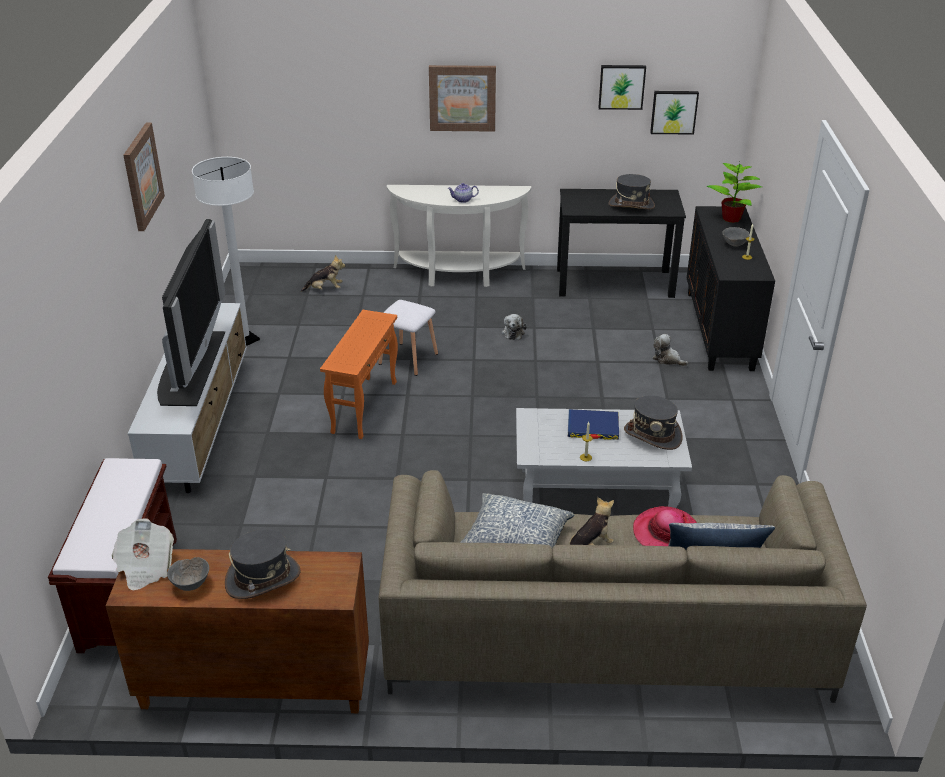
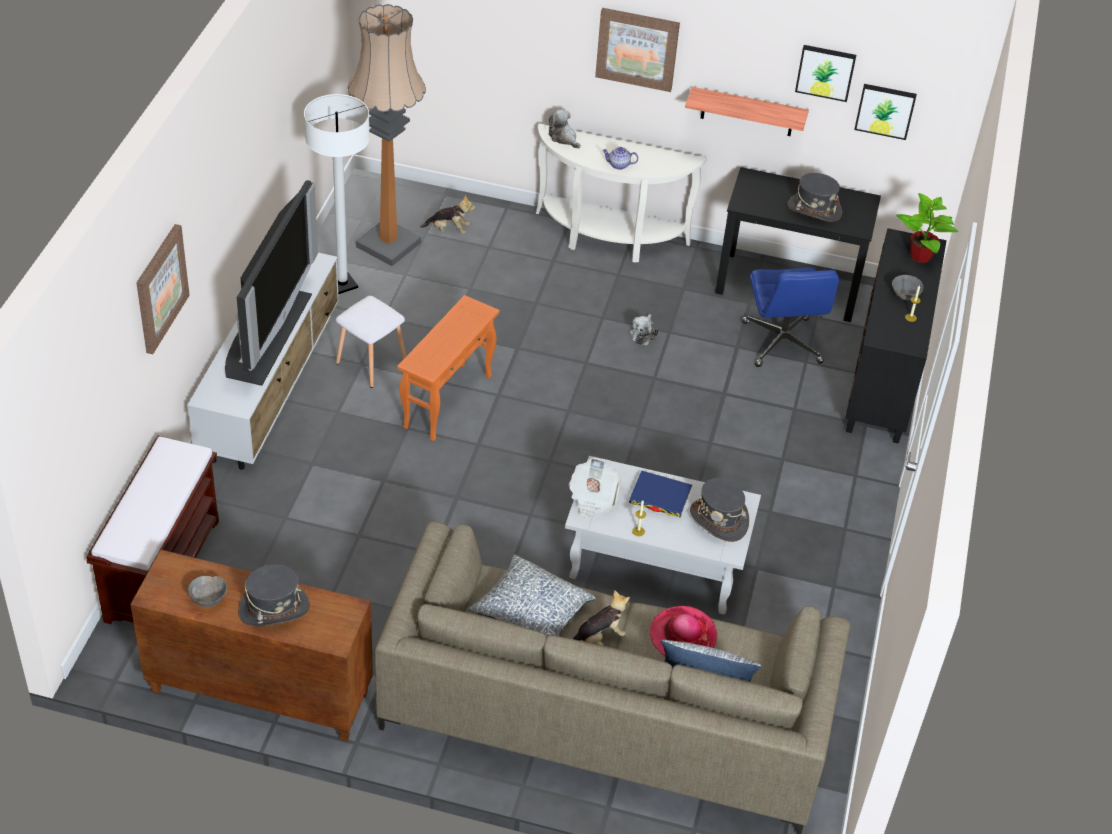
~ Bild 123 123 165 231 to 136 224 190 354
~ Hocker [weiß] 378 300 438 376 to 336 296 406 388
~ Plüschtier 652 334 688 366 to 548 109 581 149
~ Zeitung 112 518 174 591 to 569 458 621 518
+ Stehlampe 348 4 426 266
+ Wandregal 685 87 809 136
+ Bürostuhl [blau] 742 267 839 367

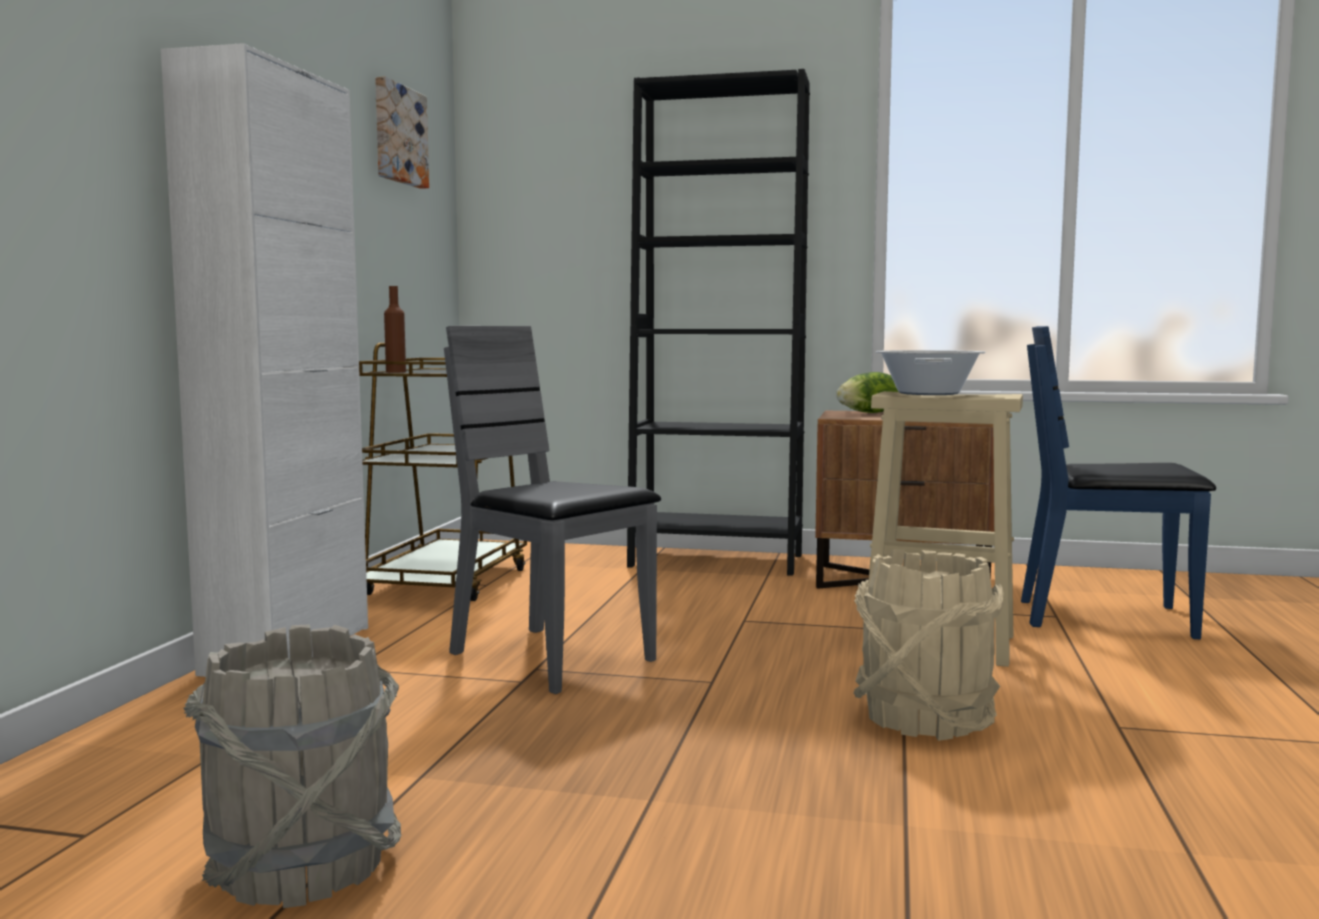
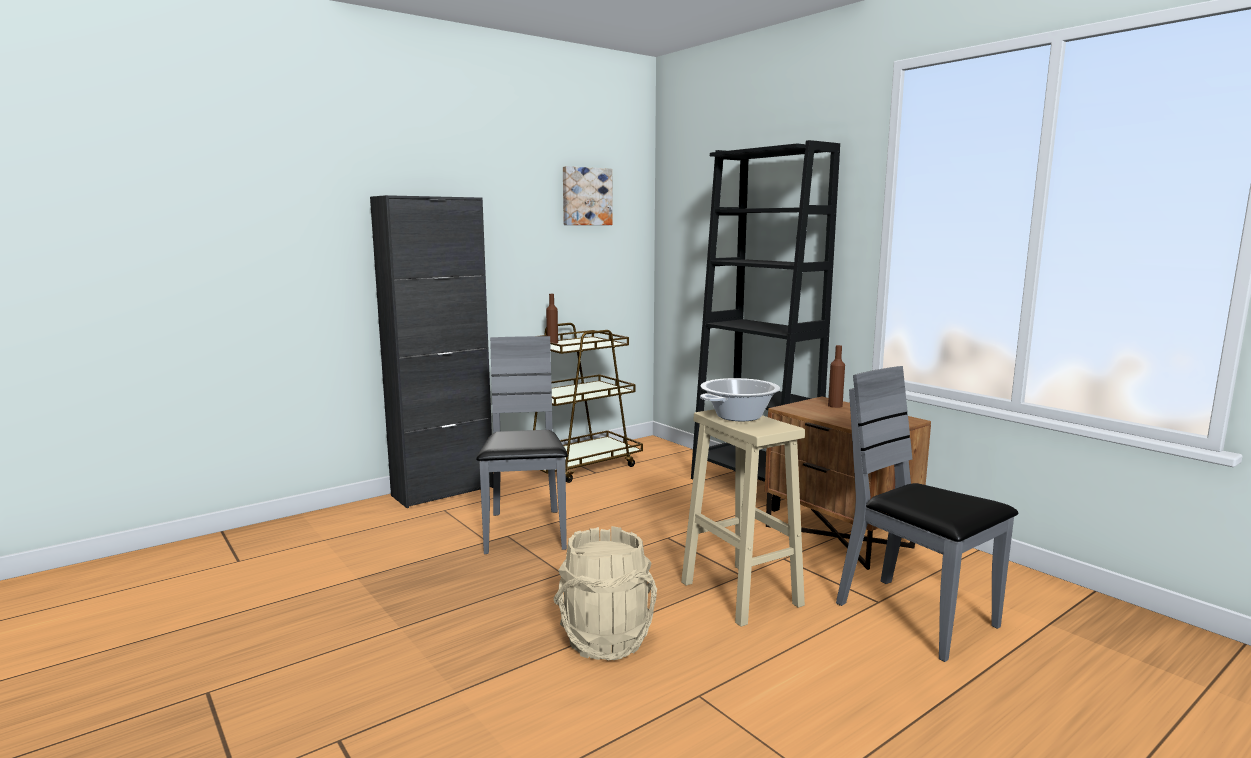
~ Schrank [weiß] 161 43 368 677 to Schrank [schwarz] 370 195 493 508
~ Stuhl [blau] 1021 326 1216 639 to Stuhl [grau] 836 366 1018 662
~ Salatkopf 836 372 899 413 to Flasche [braun] 828 345 845 408
- Eimer [grau] 183 624 401 908

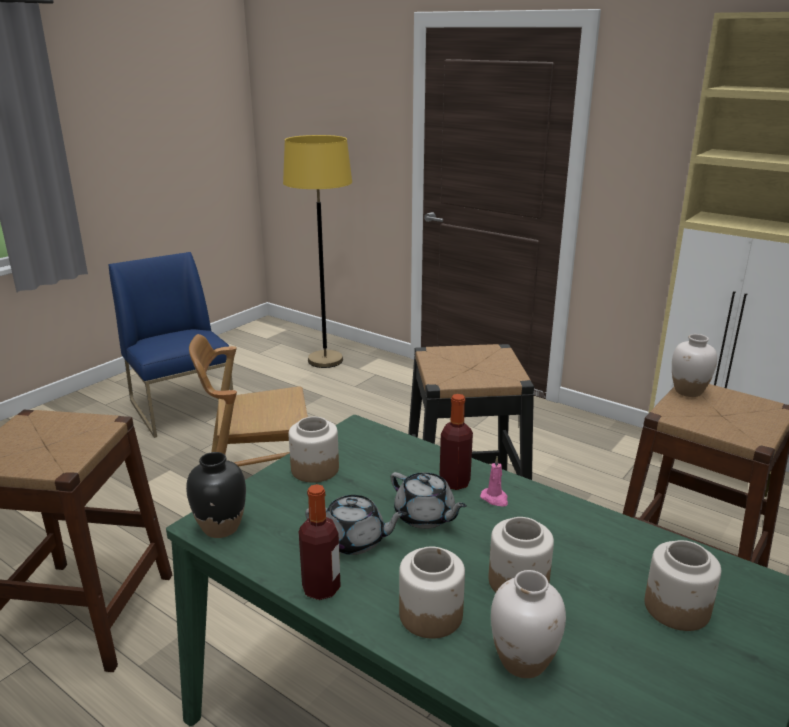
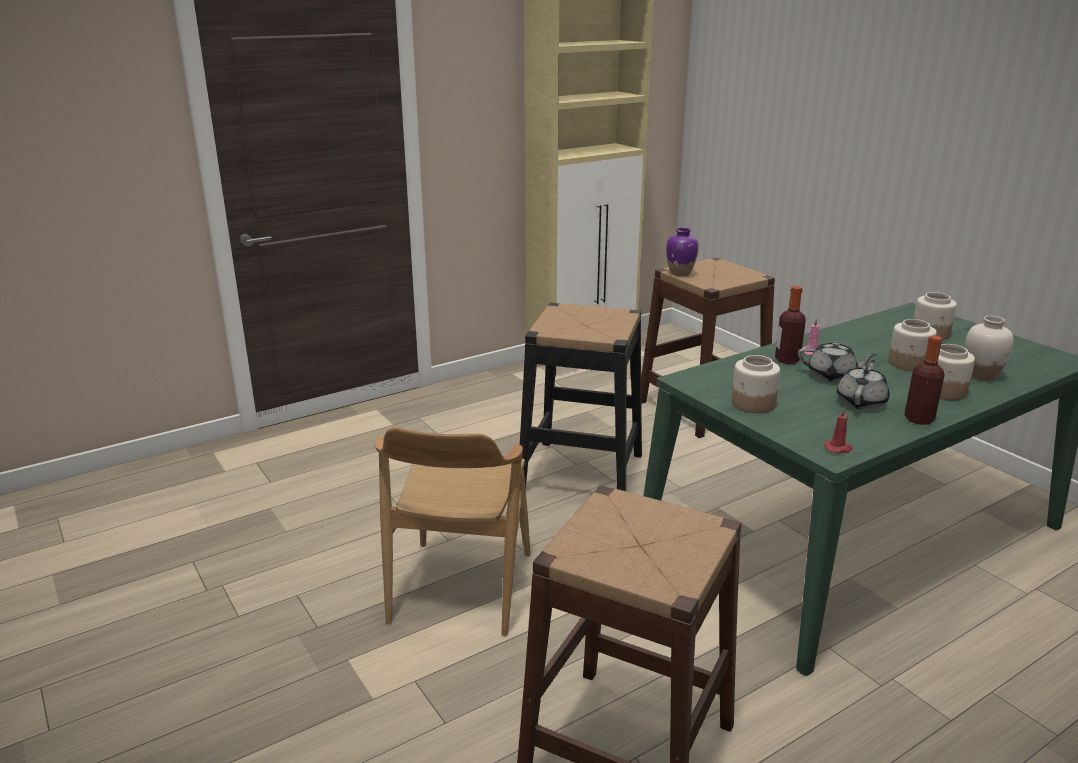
- Stehlampe [gelb] 283 135 352 368
- Stuhl [blau] 109 252 233 438
~ Vase [weiß] 672 334 717 397 to Vase [lila] 666 228 698 276
~ Vase [schwarz] 186 452 246 538 to Kerze [rot] 824 407 853 453
~ Teekanne [grau] 391 472 467 529 = 798 341 878 382 45 degrees clockwise

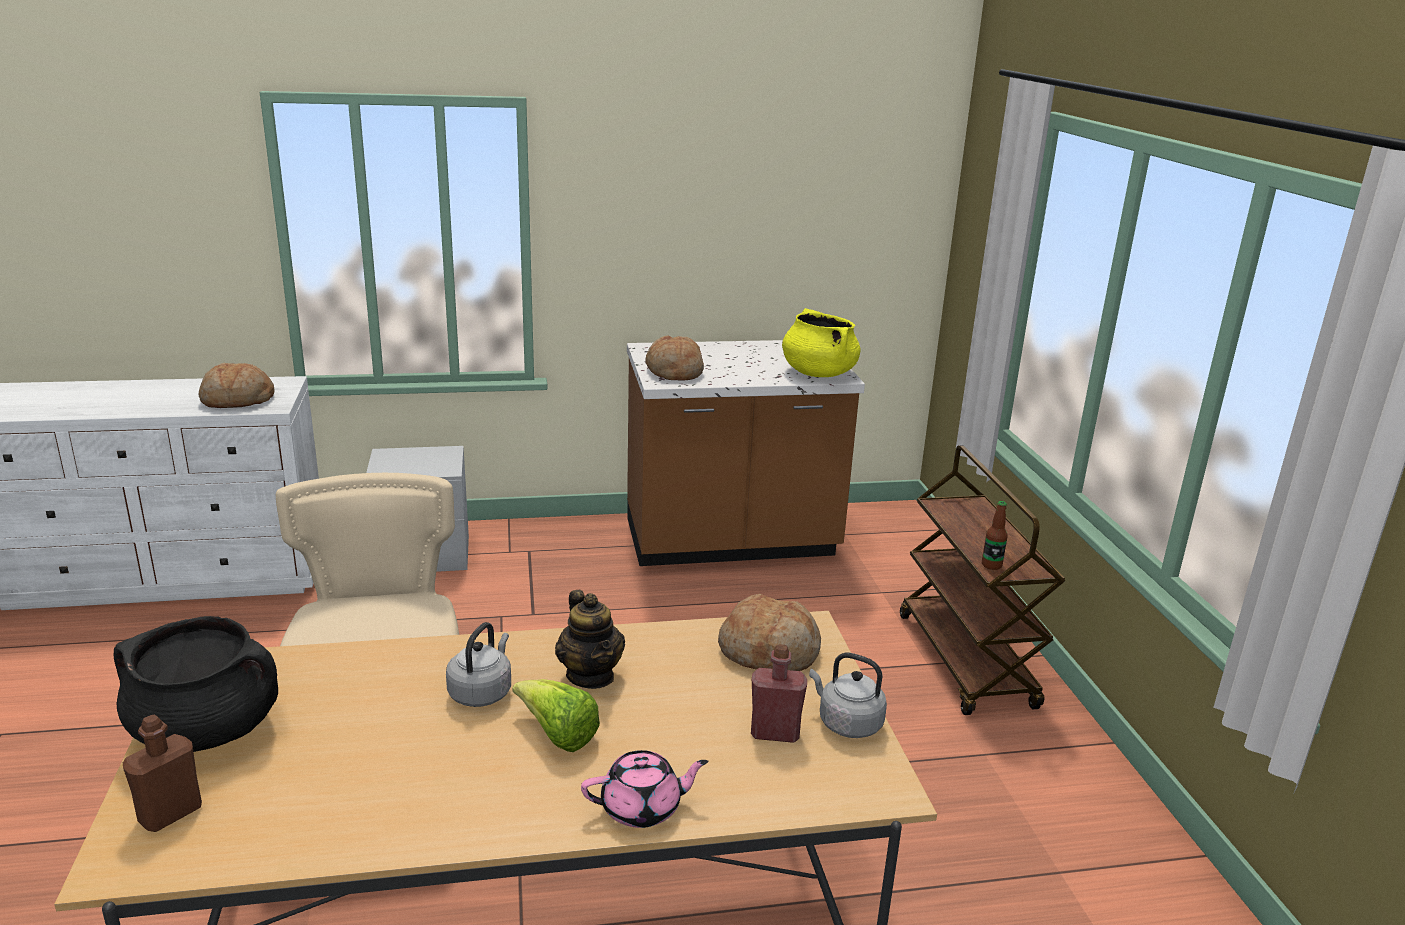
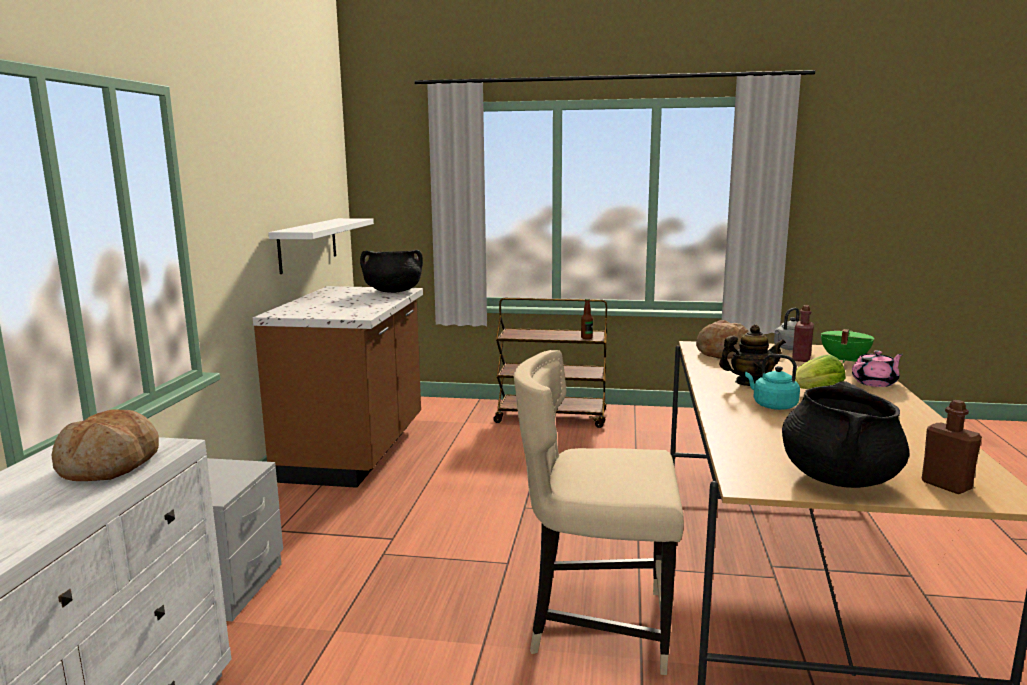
~ Kochtopf [gelb] 782 308 860 377 to Kochtopf [schwarz] 360 250 423 293
- Brot 646 335 704 381
~ Wasserkessel [grau] 446 622 511 707 to Wasserkessel [türkis] 745 354 800 410
~ Teekanne [rosa] 581 750 708 828 = 852 350 903 387 60 degrees clockwise
+ Wandregal [weiß] 269 218 374 274
+ Kochtopf [grün] 821 329 874 363

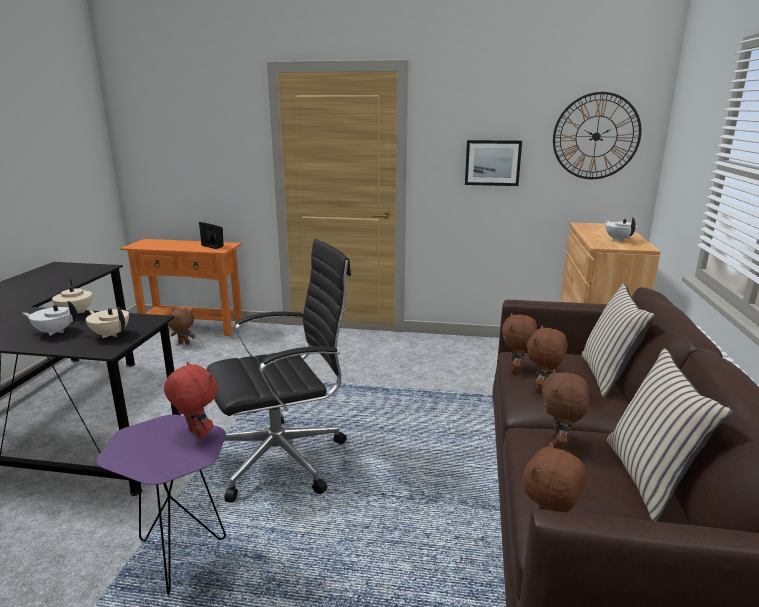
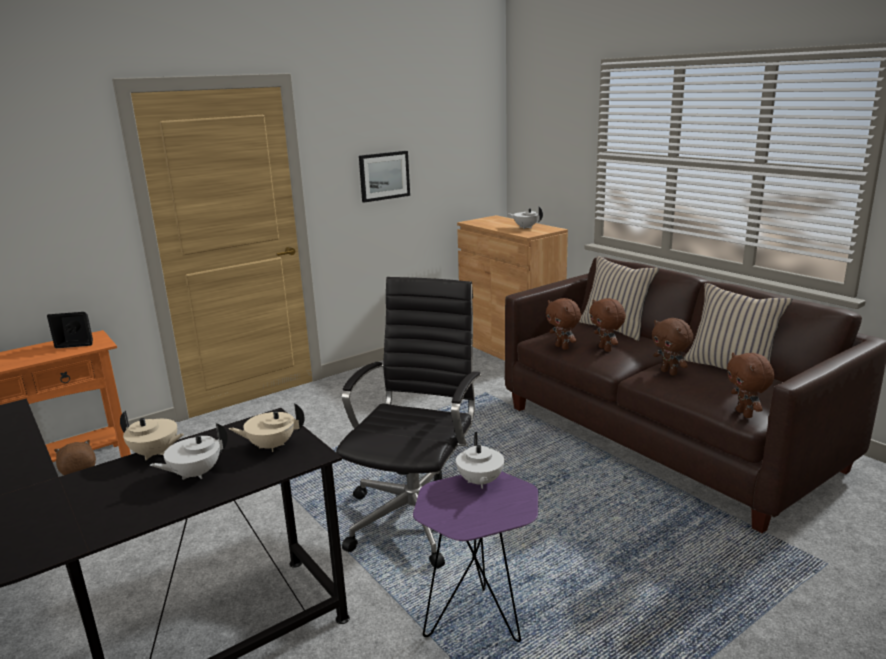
- Wanduhr 553 92 641 179
~ Plüschtier [rot] 164 362 217 438 to Teekanne [weiß] 456 432 504 489

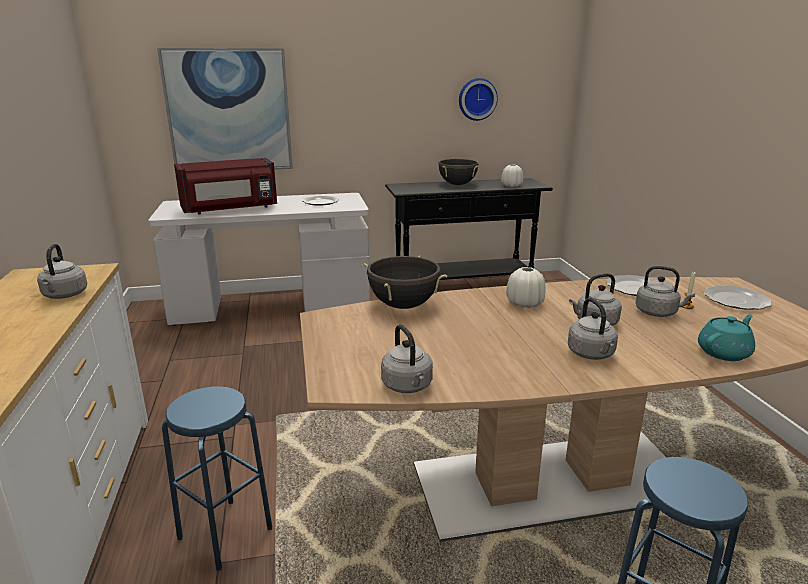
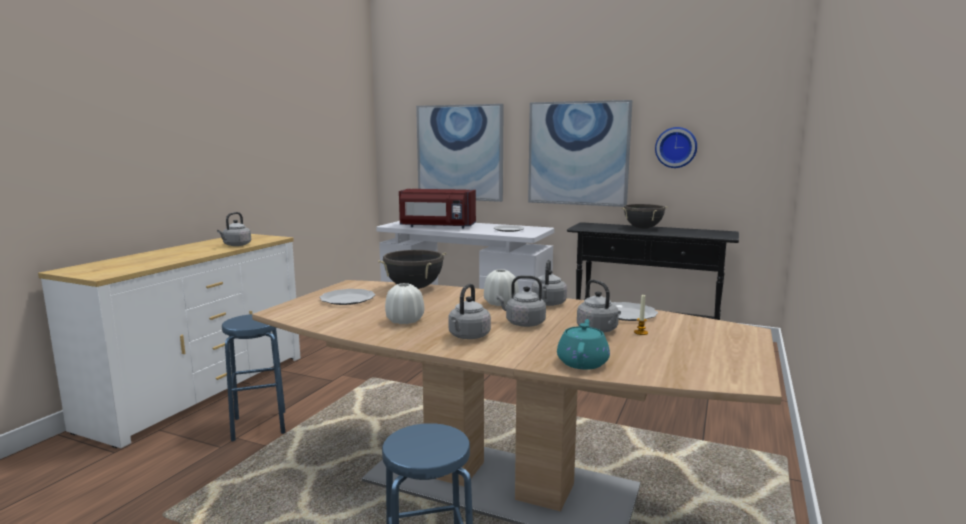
~ Vase [weiß] 501 165 523 187 to 385 283 424 324
~ Teller 704 286 772 310 to 319 289 375 305
~ Teekanne [türkis] 698 315 755 361 = 557 319 610 370 75 degrees counterclockwise
~ Wasserkessel [grau] 381 324 433 393 to 532 260 567 306
+ Bild 528 100 632 207

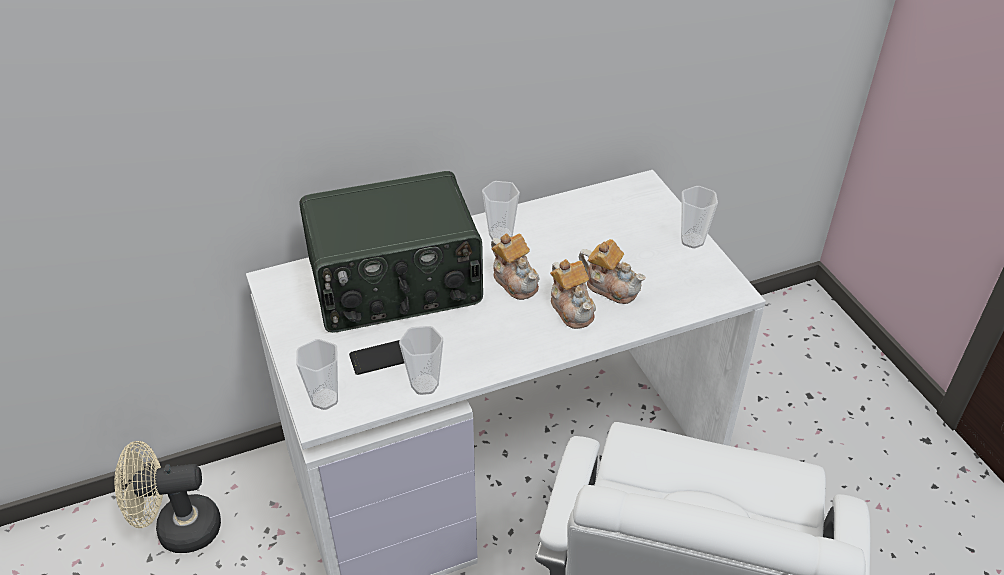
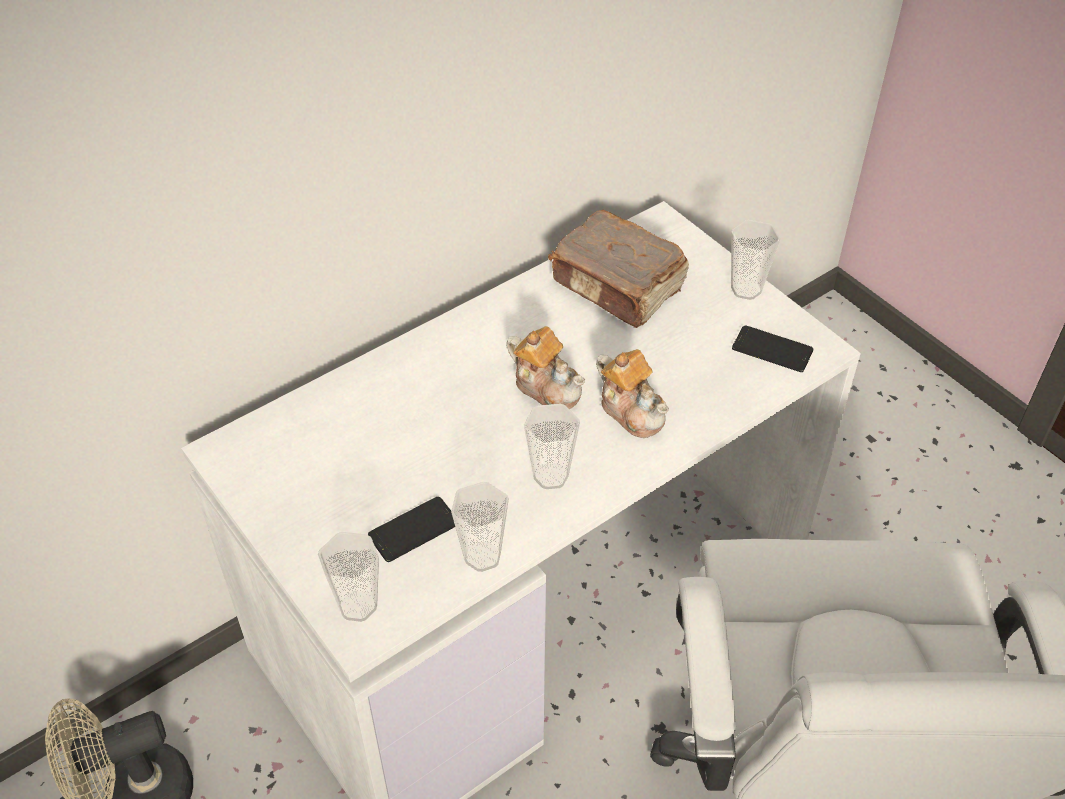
- Radio 300 171 483 333
~ Tasse 482 181 520 240 to 524 404 580 489
- Teekanne 579 239 645 304
+ Buch [braun] 548 210 689 328
+ Handy 732 326 813 372

